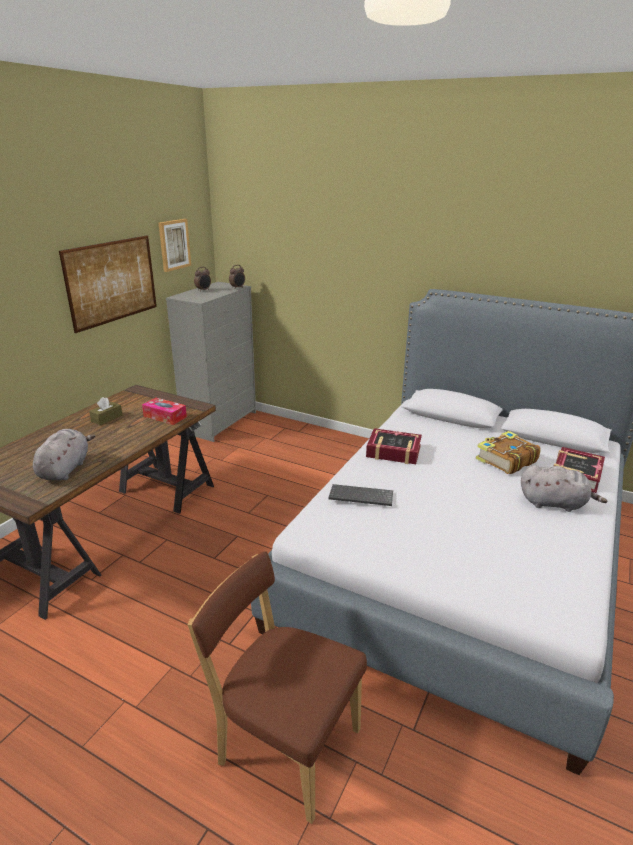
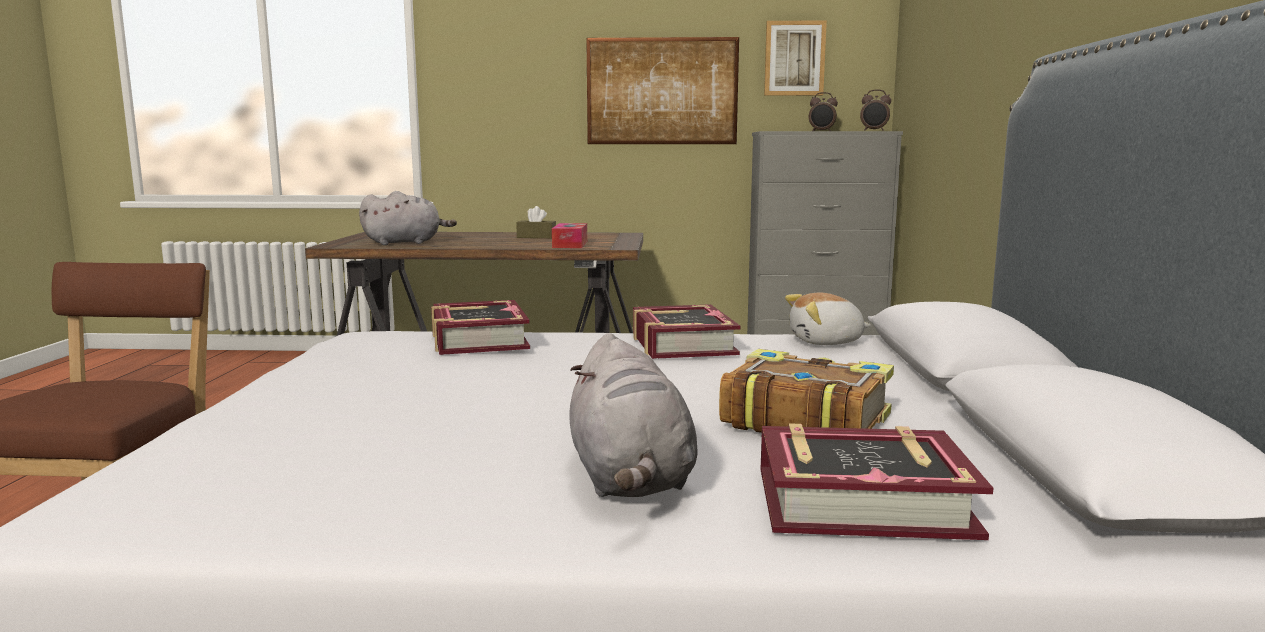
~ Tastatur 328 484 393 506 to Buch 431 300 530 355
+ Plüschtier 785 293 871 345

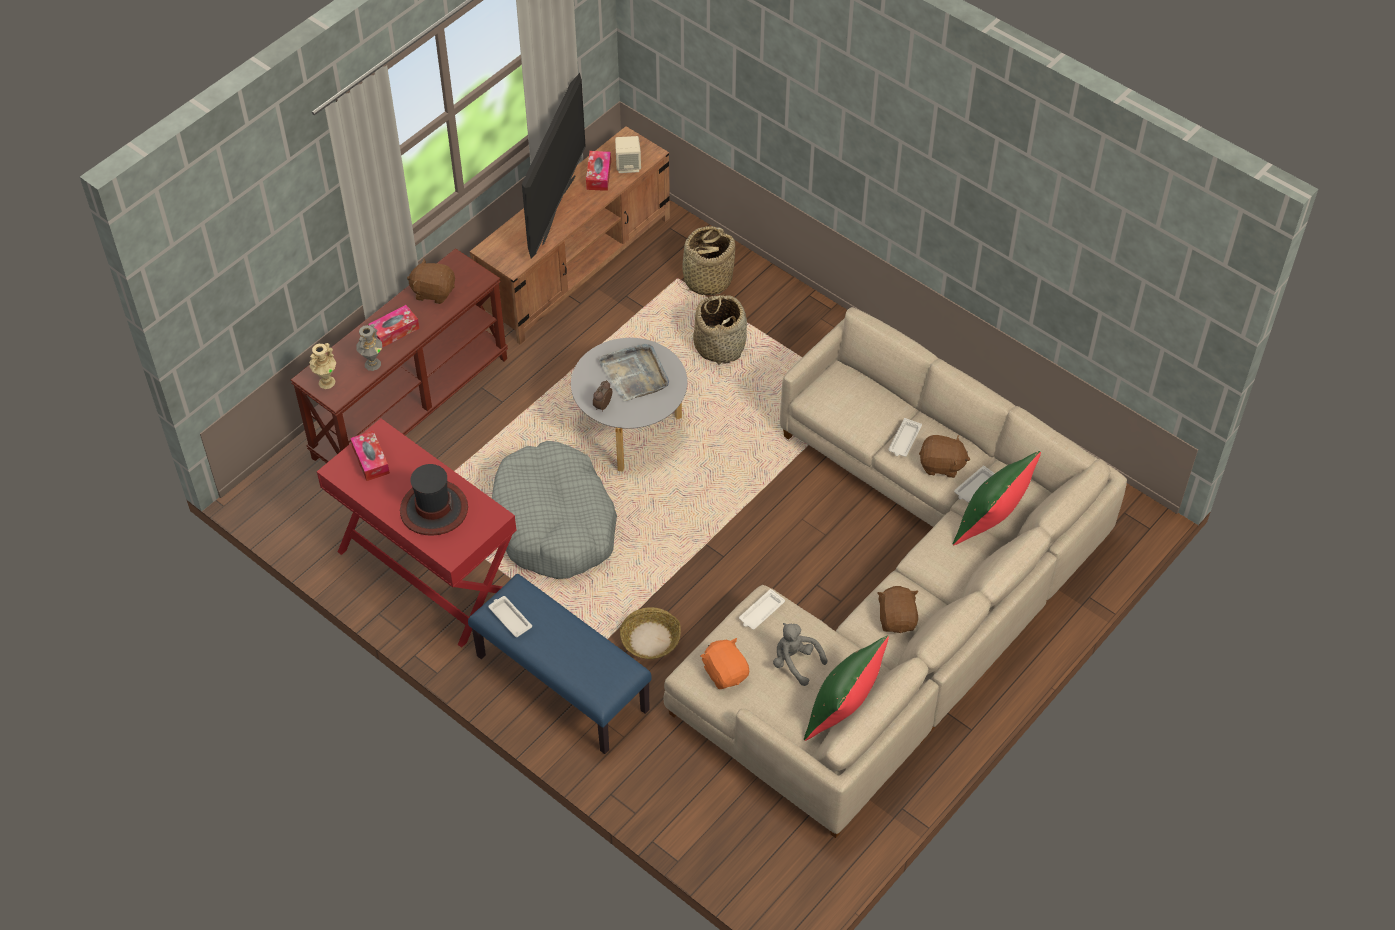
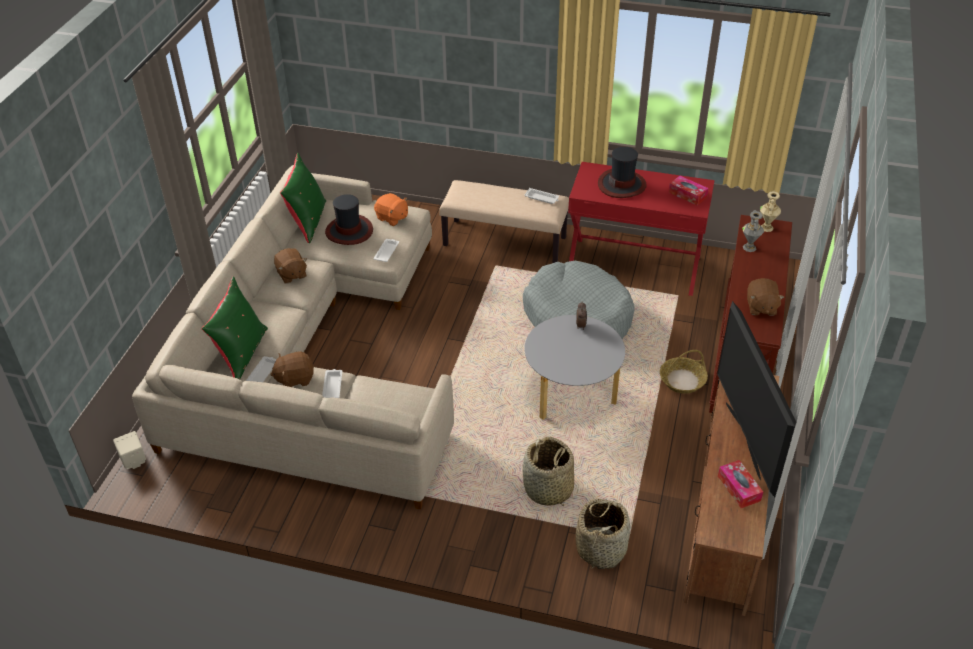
~ Lautsprecher [beige] 615 136 641 173 to 113 431 146 469
~ Plüschtier [braun] 407 259 455 304 = 747 278 785 316 105 degrees clockwise
- Taschentuchbox 368 305 420 348
- Tablett [grau] 598 344 669 401
~ Bank [blau] 468 574 652 754 to Bank [beige] 439 180 569 263
~ Korb 620 607 681 659 to 660 350 708 394
~ Plüschtier [grau] 773 623 828 686 to Hut 325 194 373 245

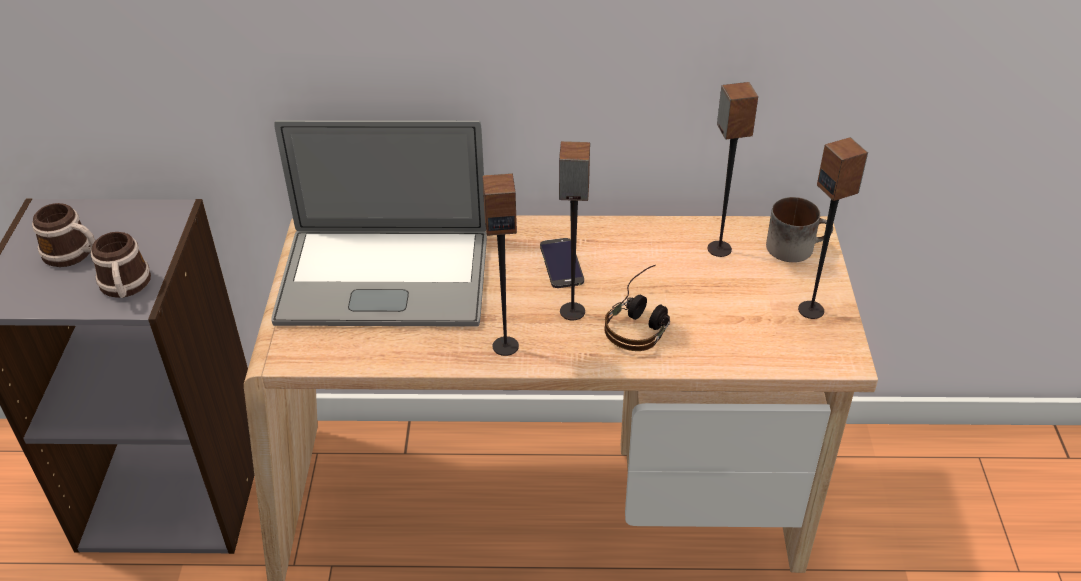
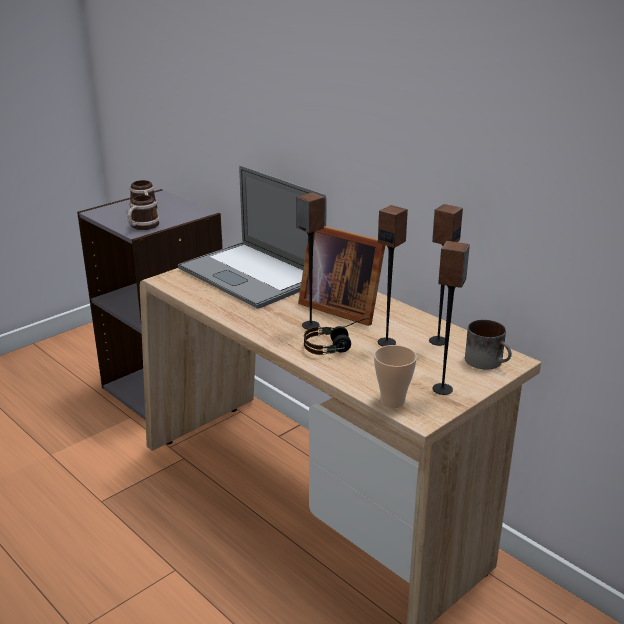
~ Lautsprecher 483 173 519 356 to 378 205 408 346
~ Handy 540 238 584 288 to Bilderrahmen 298 226 385 326
+ Tasse 374 345 417 408

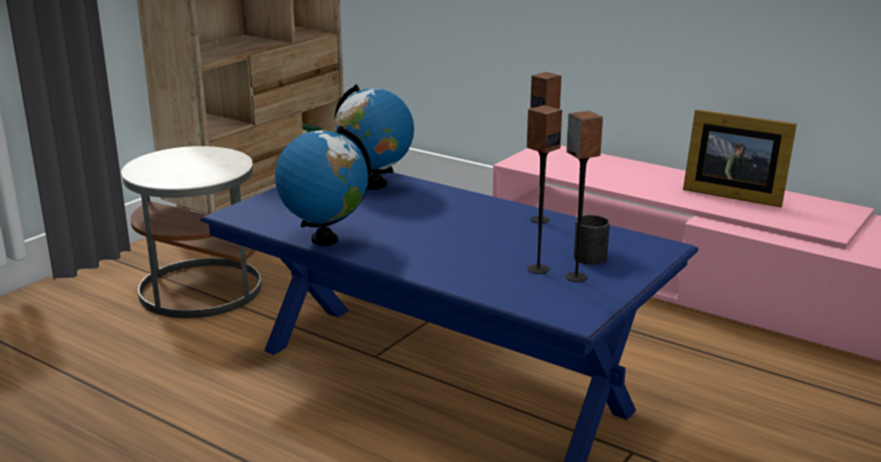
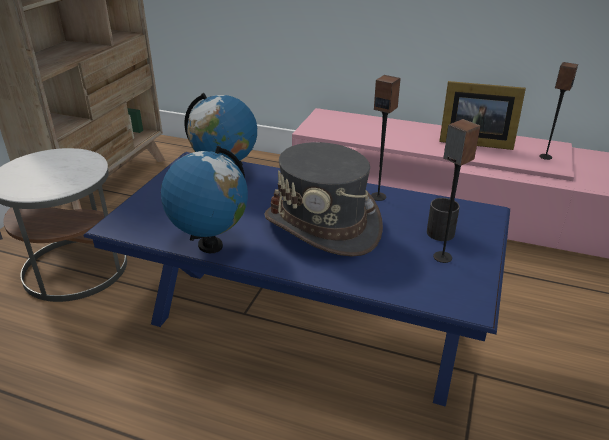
~ Lautsprecher 527 105 562 274 to 539 62 578 160
+ Hut [grau] 264 142 383 257

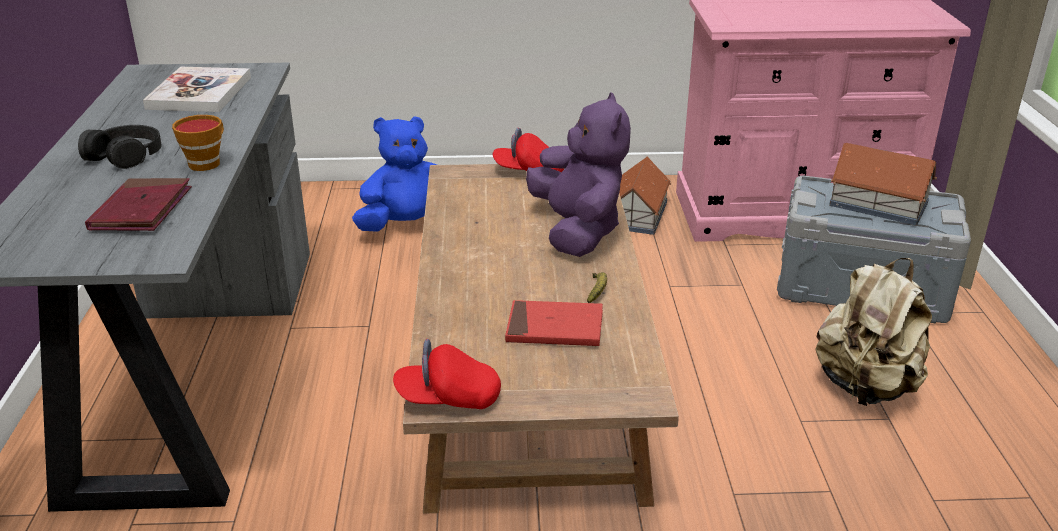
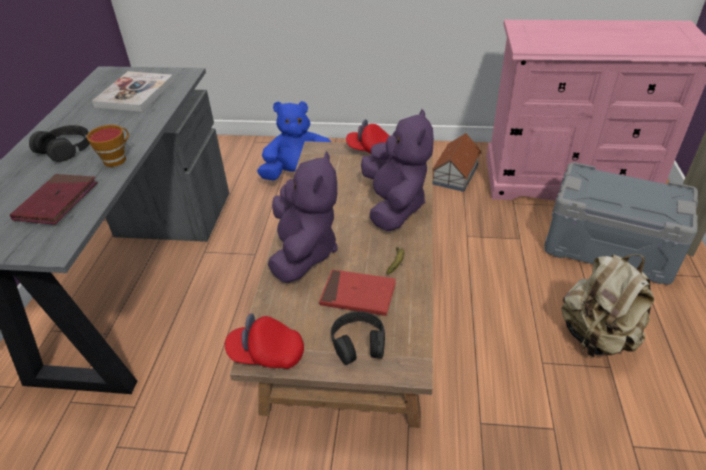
- Spielzeughaus 829 143 937 225
+ Plüschtier [lila] 268 151 338 283
+ Kopfhörer [schwarz] 331 311 385 365

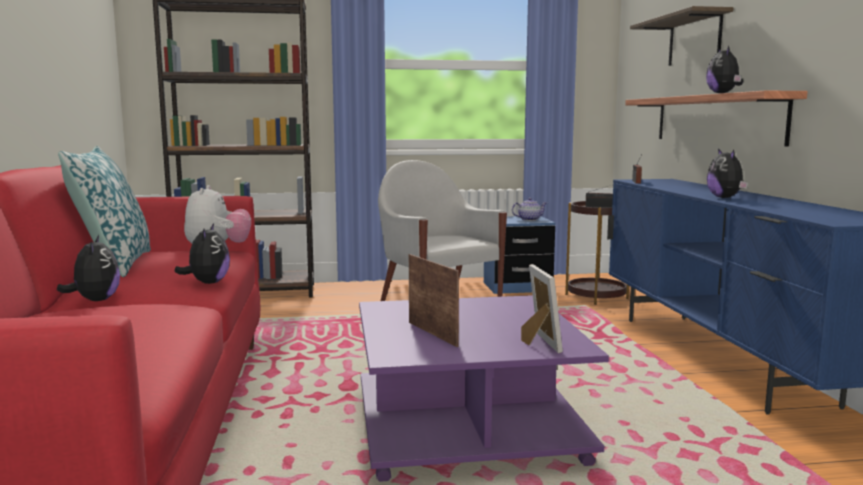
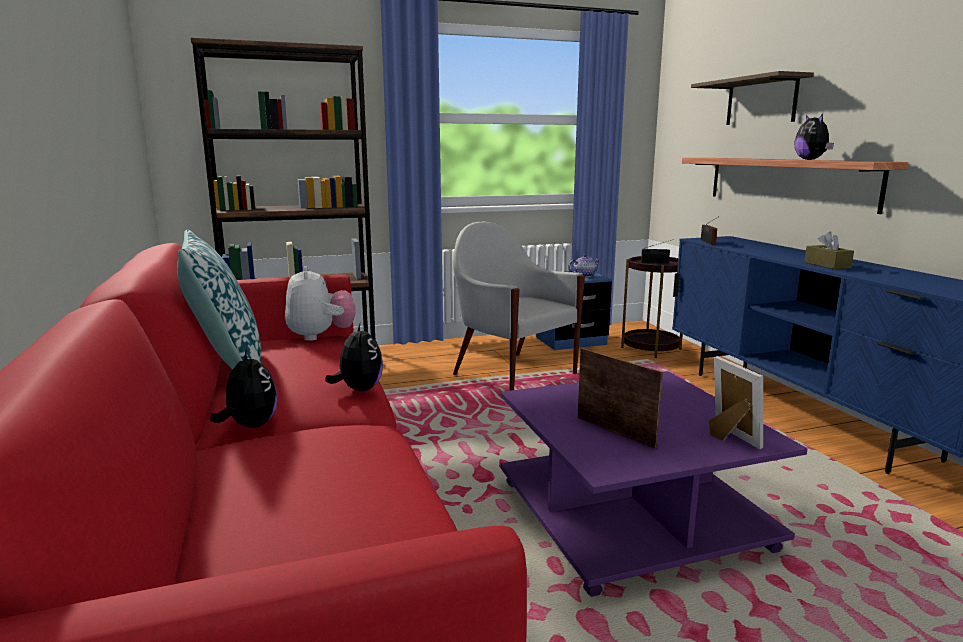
~ Plüschtier 707 148 748 198 to Taschentuchbox [braun] 805 232 854 269

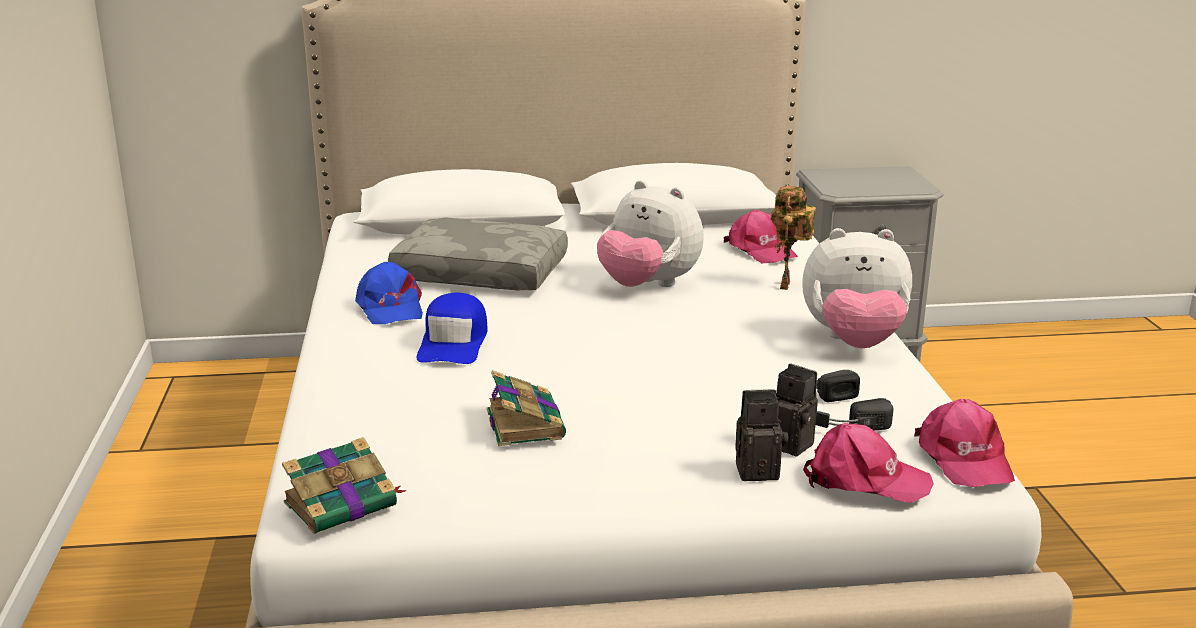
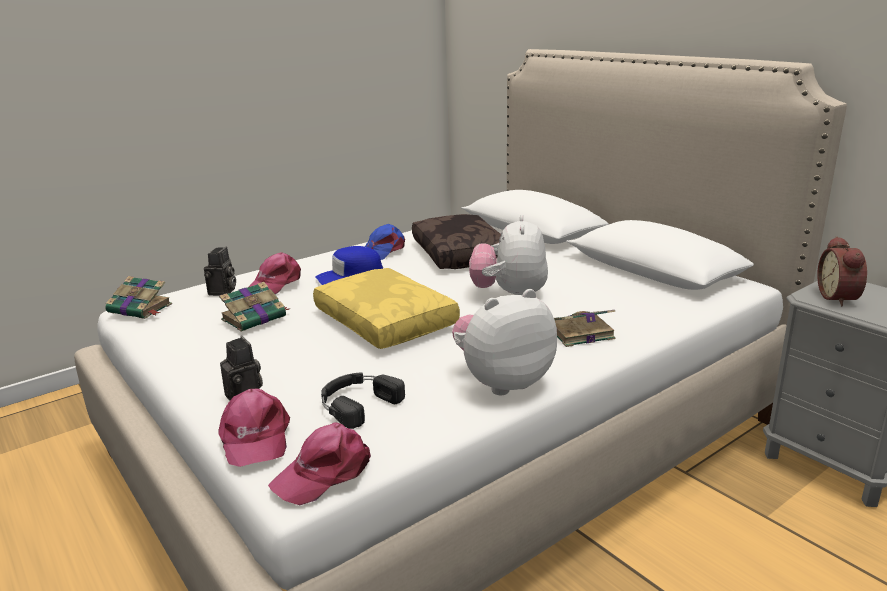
~ Spielzeugroboter 771 186 816 290 to Buch 554 310 615 347
~ Kappe [rosa] 724 210 798 263 to 249 252 301 294
~ Kissen [grau] 388 217 568 291 to Kissen [braun] 412 214 501 269
~ Plüschtier 802 228 912 348 = 452 289 557 395 90 degrees clockwise
~ Kamera 776 364 818 456 to 204 247 236 296
+ Wecker 817 236 867 306
+ Kissen [gelb] 313 268 460 349

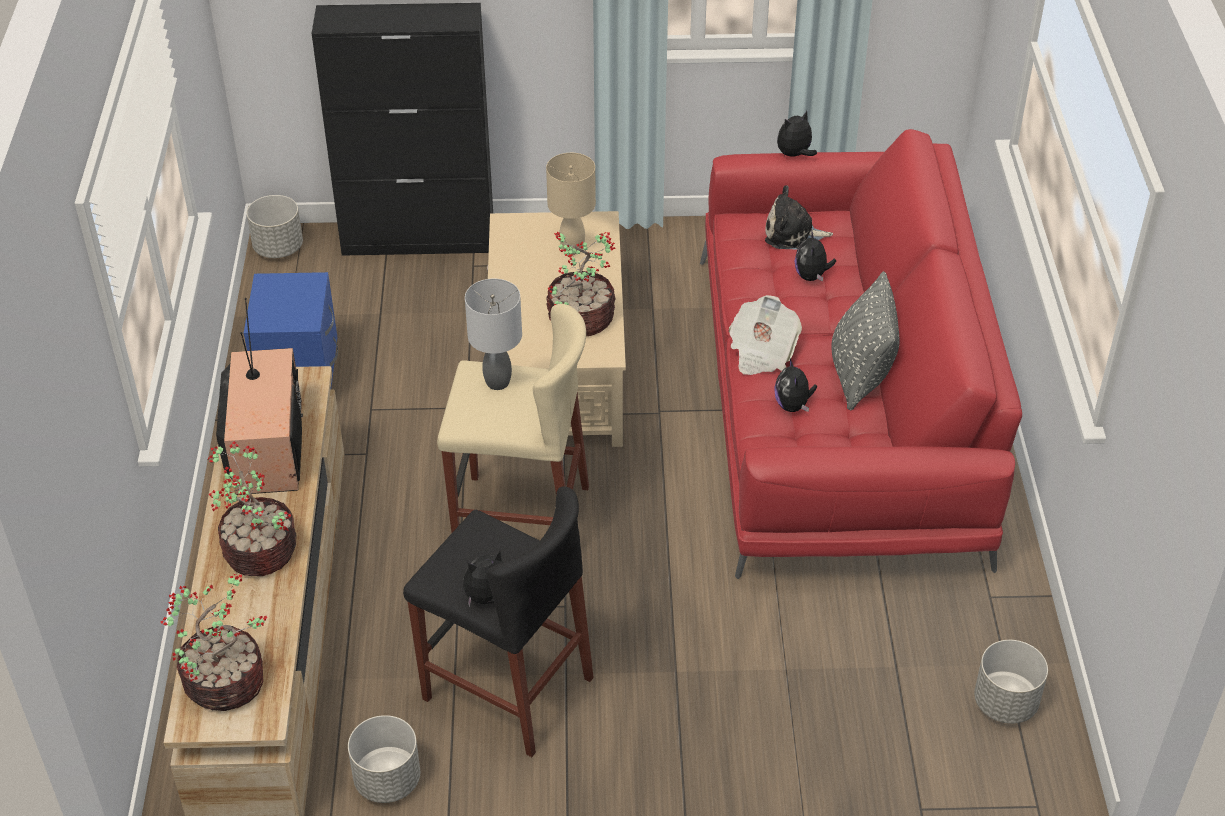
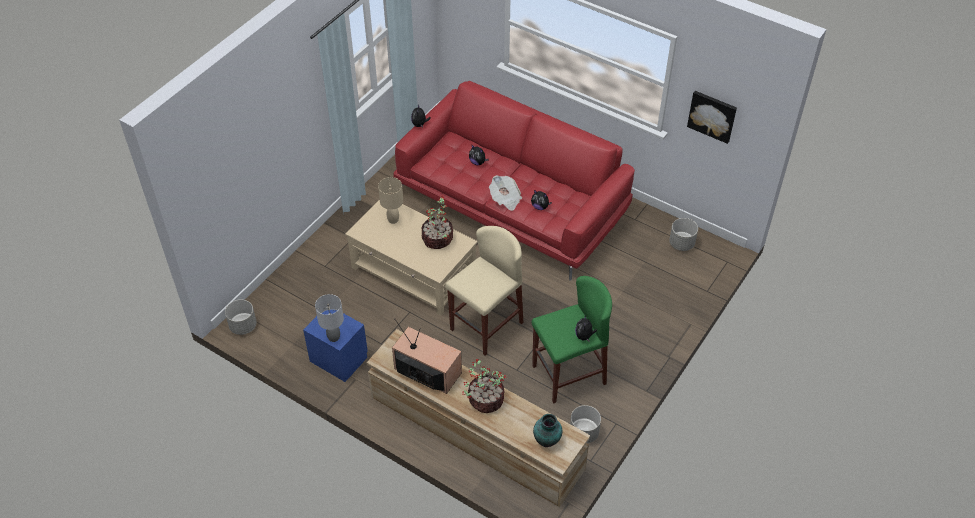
- Schrank [schwarz] 311 3 493 256
- Plüschtier 765 185 833 249
- Kissen [grau] 831 271 900 411
~ Tischlampe [grau] 465 278 522 390 to 315 294 344 342
~ Hocker [schwarz] 403 486 594 757 to Hocker [grün] 532 276 612 403
~ Topfpflanze 160 573 267 711 to Vase 533 414 562 447
+ Bild 687 91 737 144

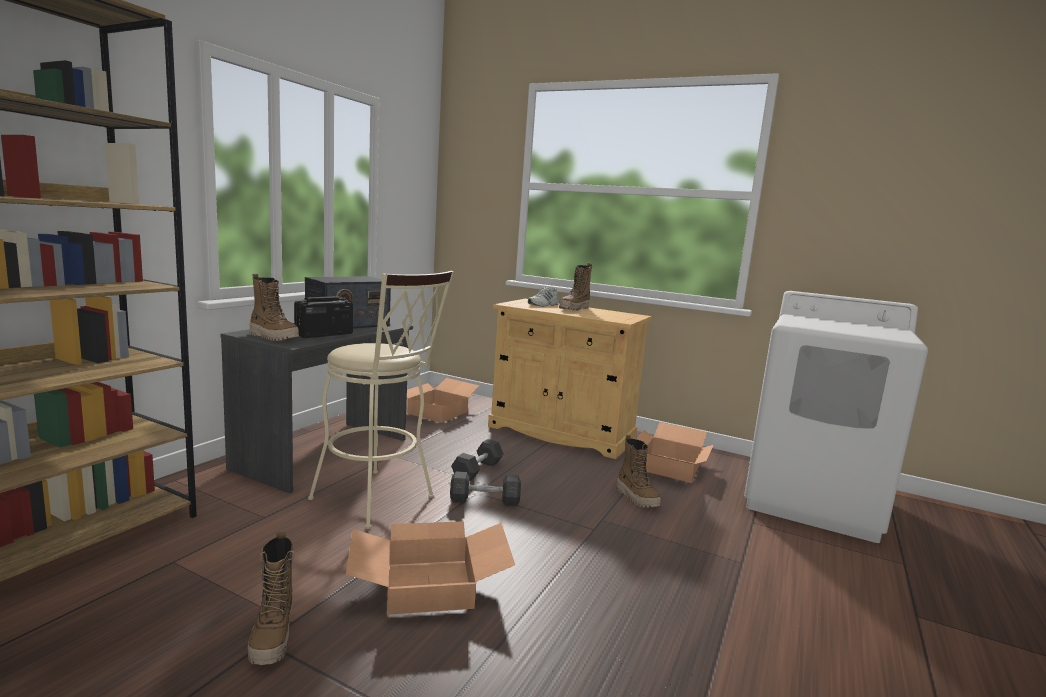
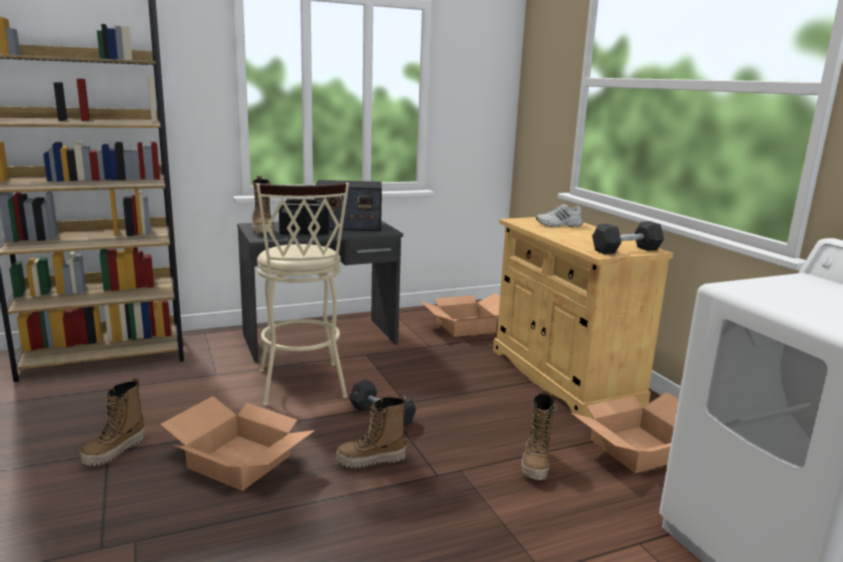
~ Stiefel 559 263 592 311 to 336 396 407 468
~ Hantel [grau] 451 439 503 482 to 592 221 664 254

